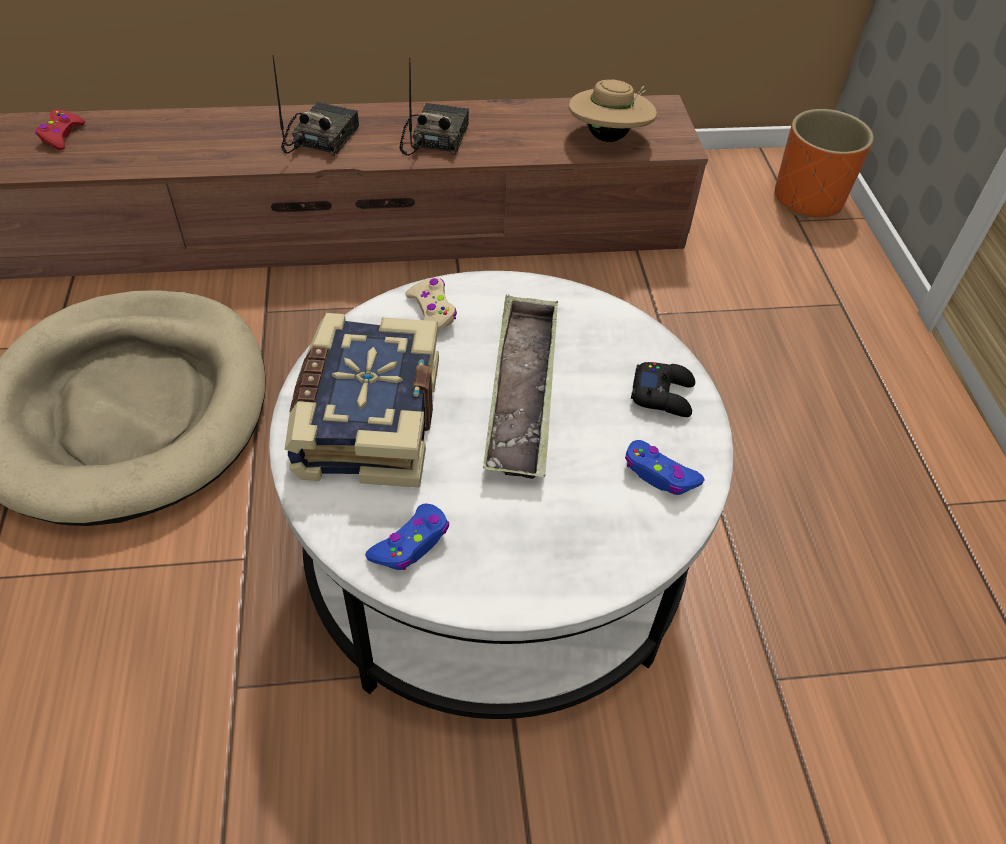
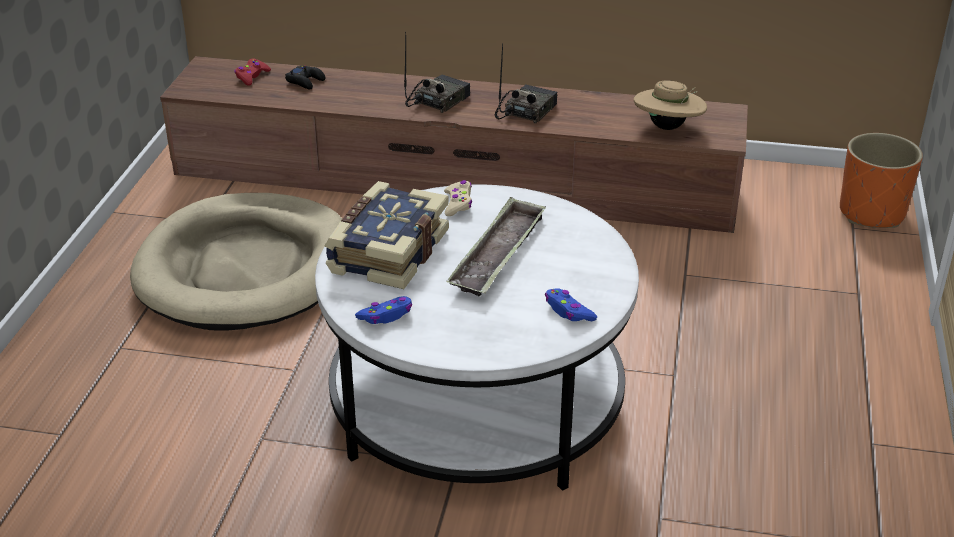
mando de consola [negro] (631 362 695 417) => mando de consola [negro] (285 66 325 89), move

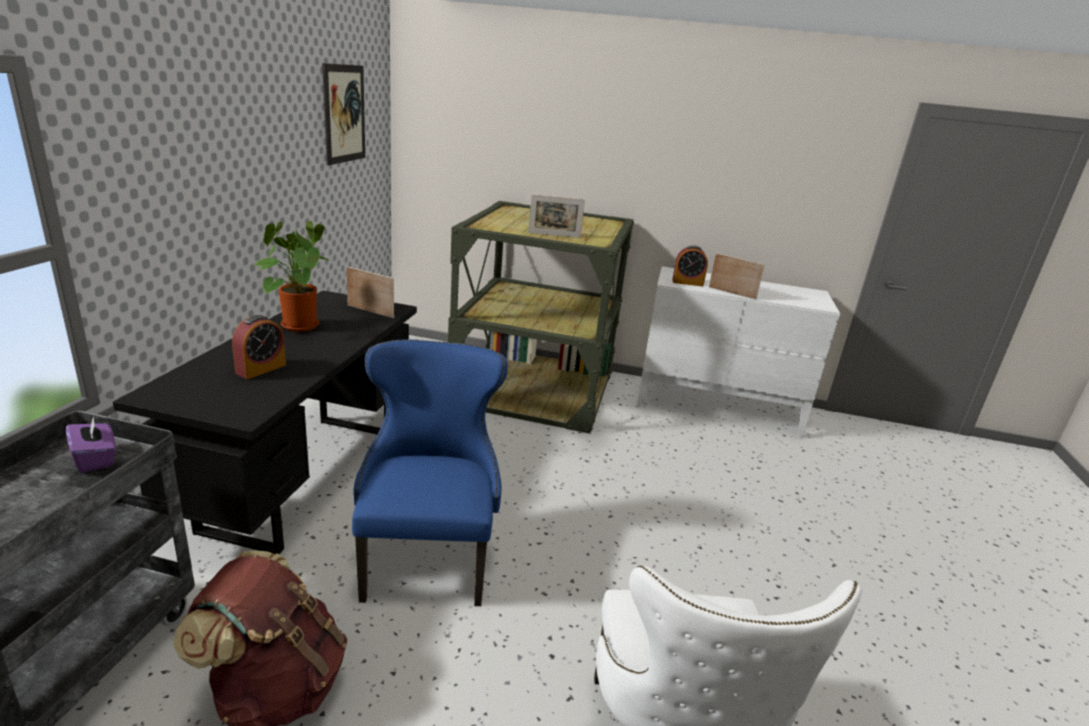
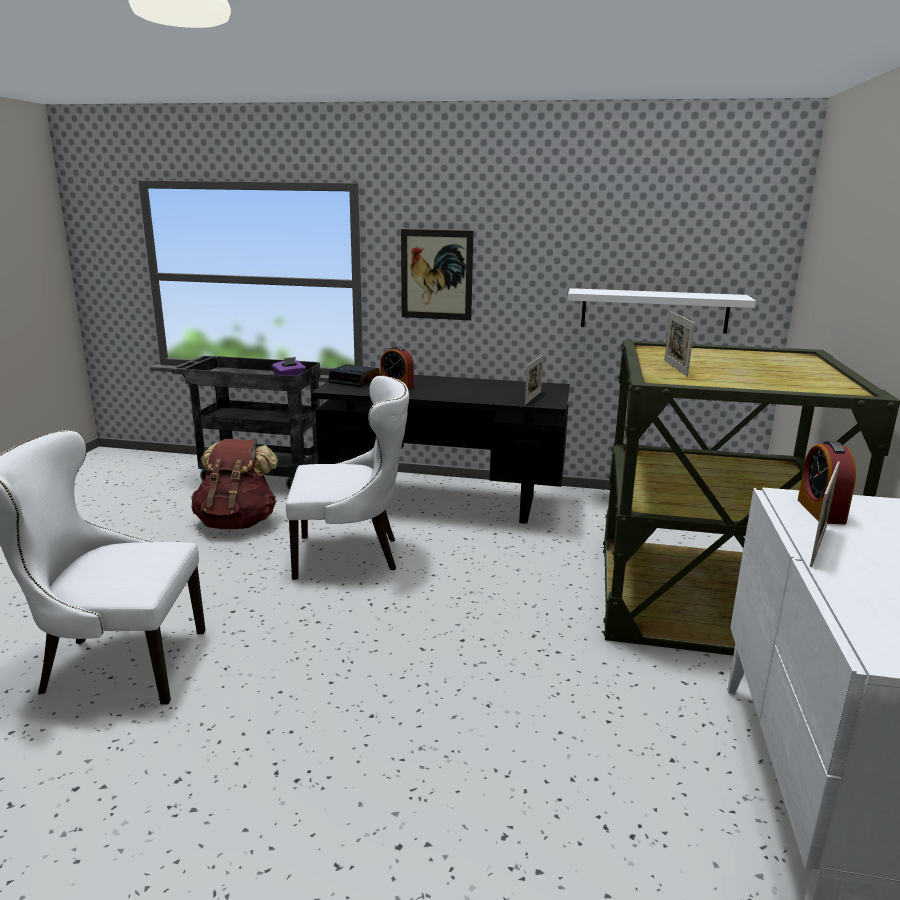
cuadro (322 63 365 165) => cuadro (401 229 473 320), move
planta en maceta (254 221 331 332) => nothing
silla [azul] (352 339 508 606) => silla [blanco] (286 375 409 580)
nothing => estante [blanco] (568 288 756 333)
nothing => despertador (328 364 379 387)

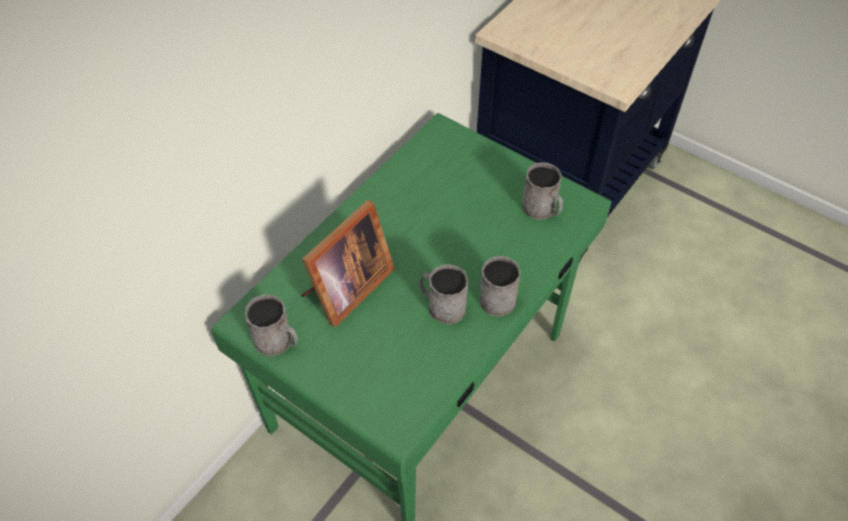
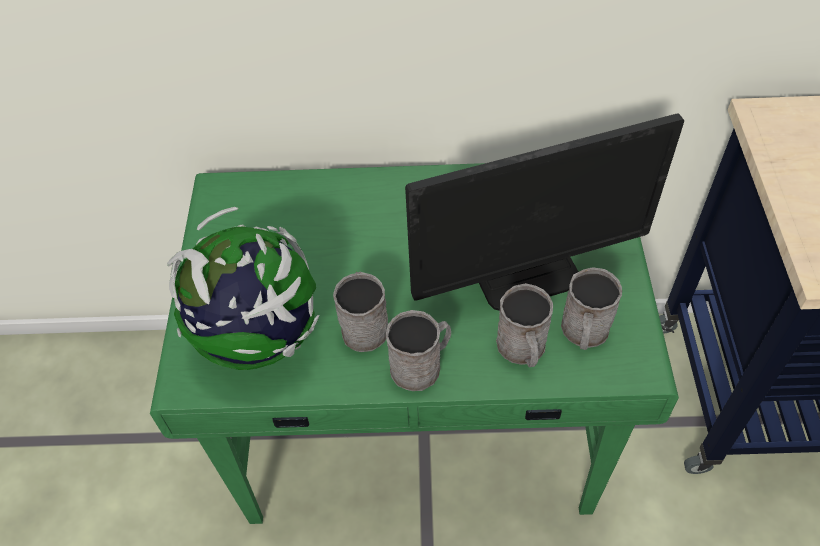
portarretratos (301 200 395 327) => nothing
taza grande [gris] (245 294 298 356) => taza grande [gris] (496 283 553 368), move
nothing => monitor (405 113 684 311)
nothing => globo terráqueo (167 207 319 370)

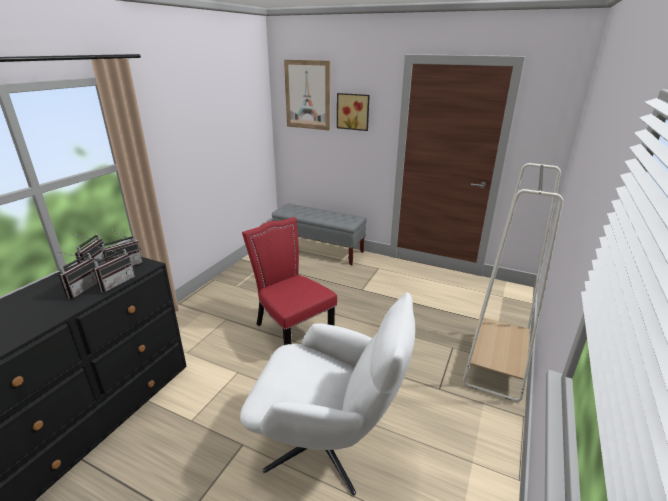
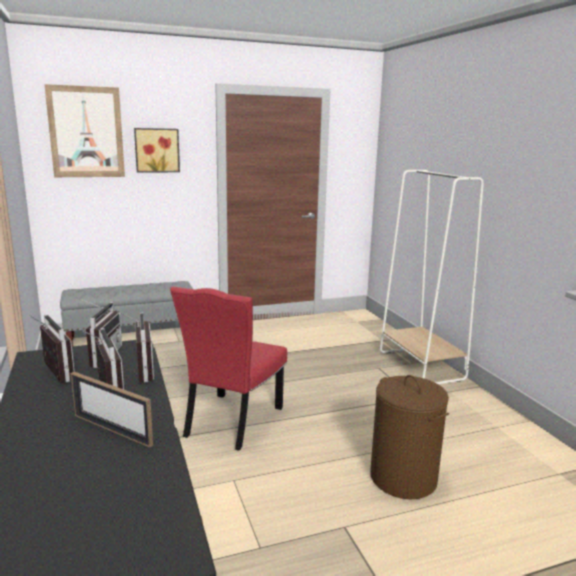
silla [rojo] (242 217 337 345) => silla [rojo] (170 287 287 451), 75 degrees counterclockwise
sillón [blanco] (240 292 415 496) => cesto de la ropa [marrón] (370 375 449 499)
nothing => portarretratos (71 372 153 448)

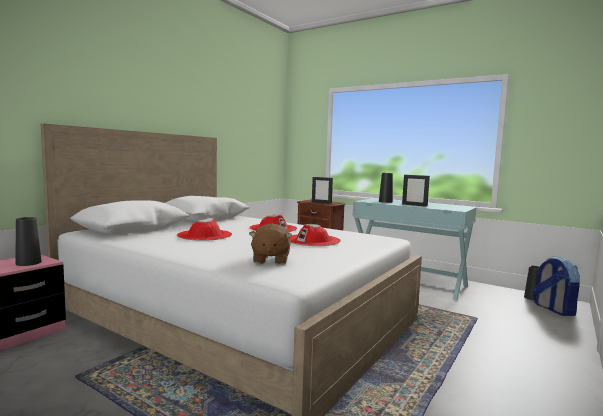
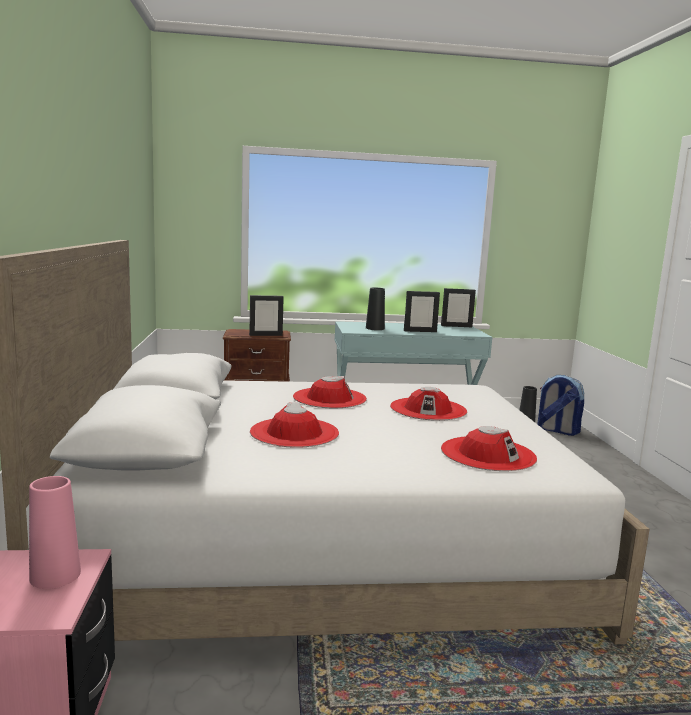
florero [negro] (15 217 42 266) => florero [rosa] (29 476 81 589)
peluche [marrón] (249 223 292 265) => sombrero [rojo] (441 426 537 471)
nothing => portarretratos (441 288 476 327)

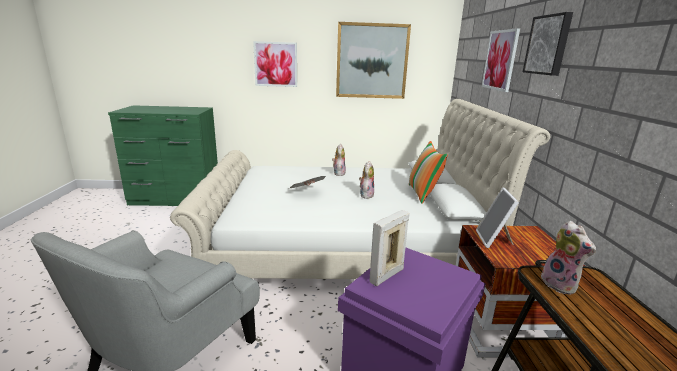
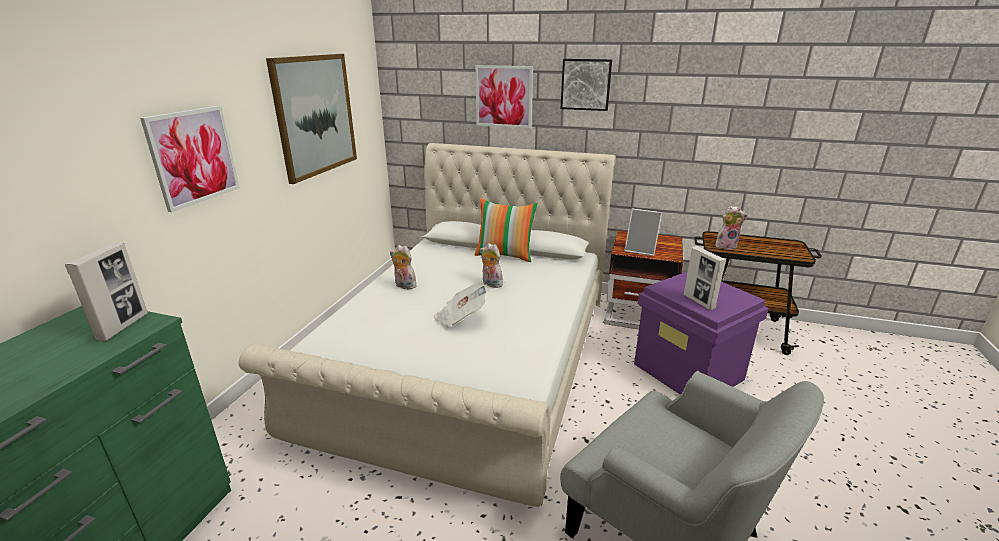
nothing => portarretratos (65 242 148 341)

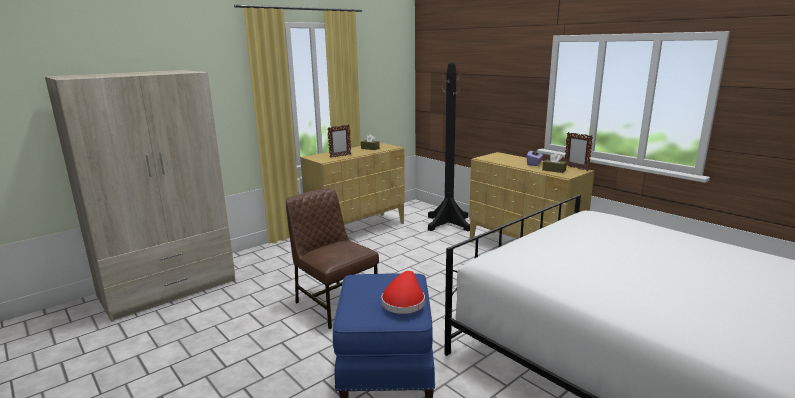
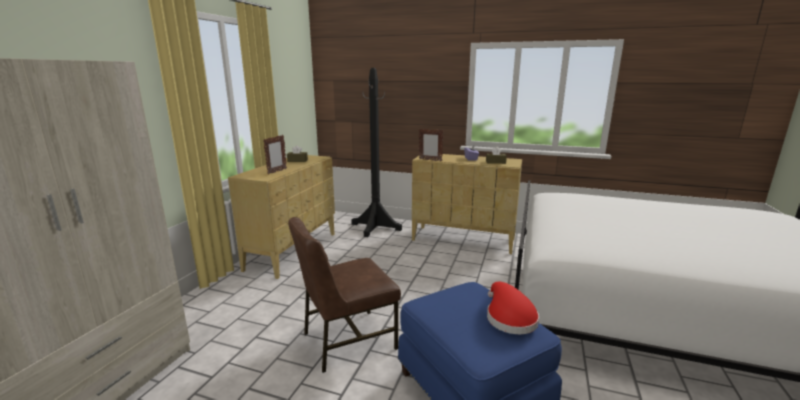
portarretratos (565 132 593 171) => portarretratos (419 129 443 161), move
silla [marrón] (286 188 379 329) => silla [marrón] (288 217 401 373), 45 degrees counterclockwise

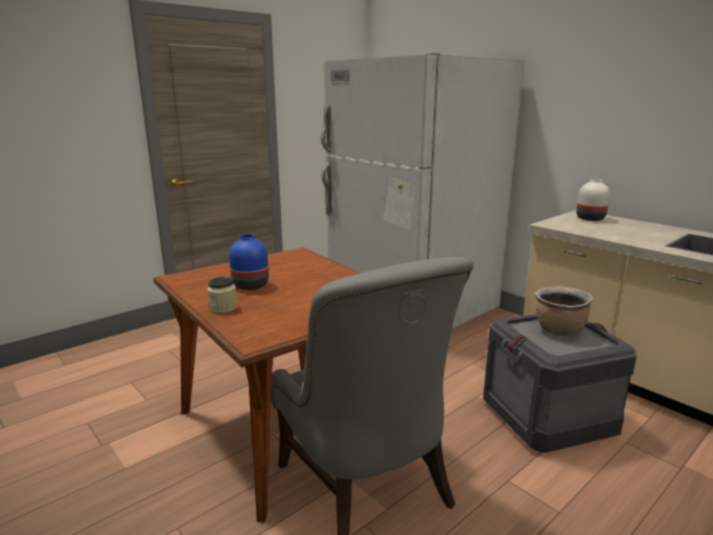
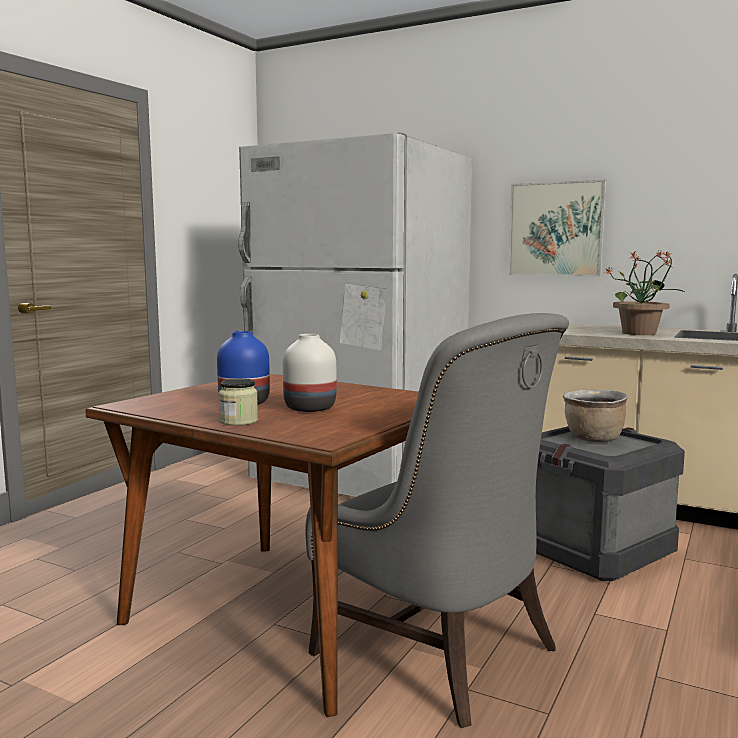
florero [blanco] (576 179 610 221) => florero [blanco] (283 334 336 412), move
nothing => cuadro (508 180 606 277)
nothing => planta en maceta (606 249 686 335)

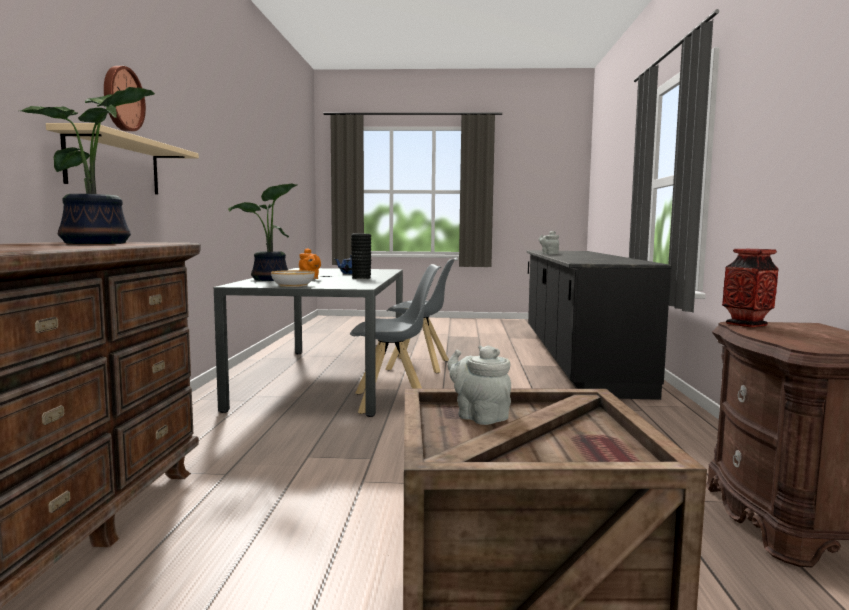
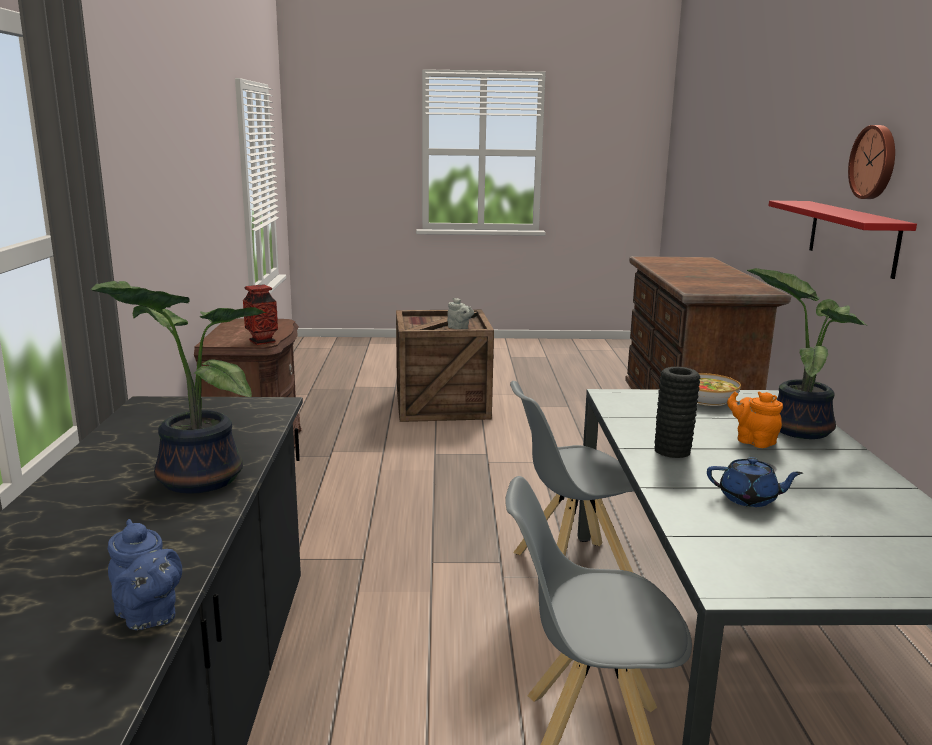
planta en maceta (21 87 155 244) => planta en maceta (91 281 266 493), move
estante [beis] (46 123 199 195) => estante [rojo] (768 201 917 279)
tetera [gris] (539 231 559 255) => tetera [azul] (108 519 182 630)

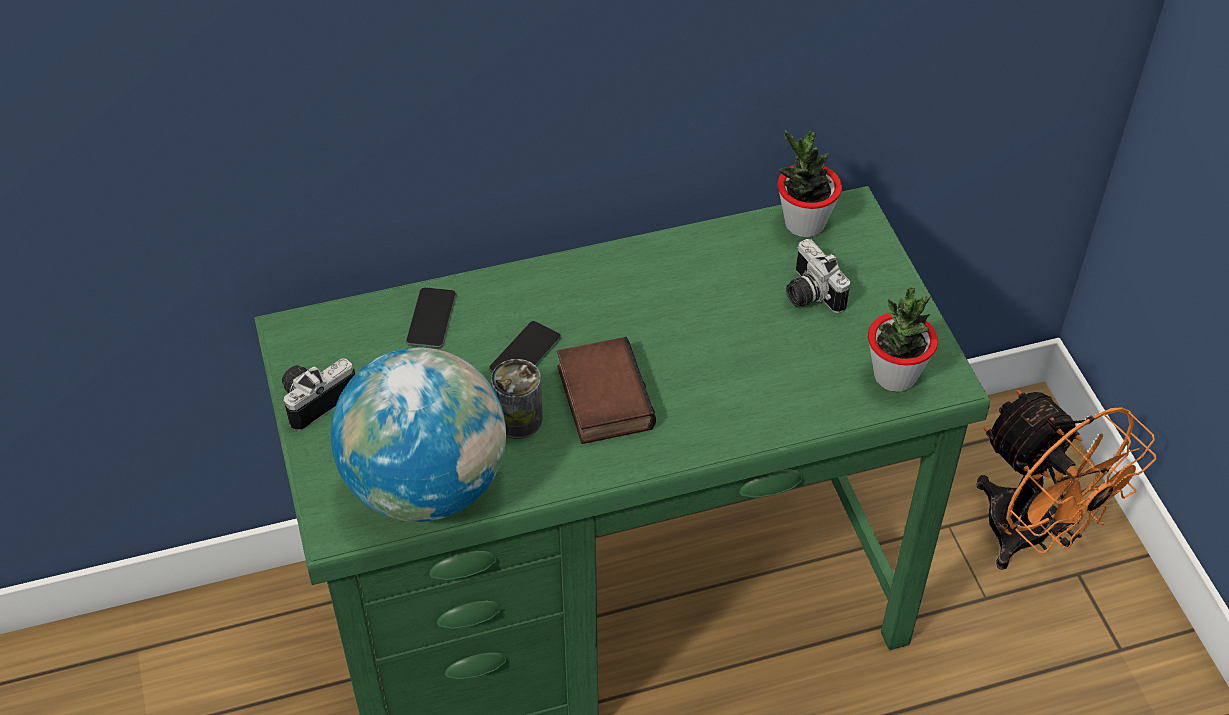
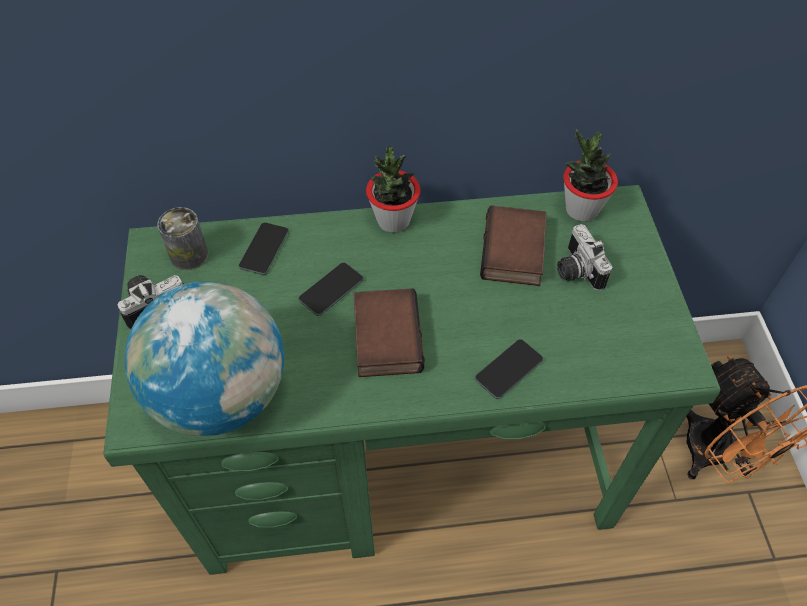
planta en maceta (868 288 938 392) => planta en maceta (366 147 421 233), move
lata (491 359 543 439) => lata (157 207 208 270), move
nothing => libro (480 205 547 286)
nothing => móvil (475 339 544 399)

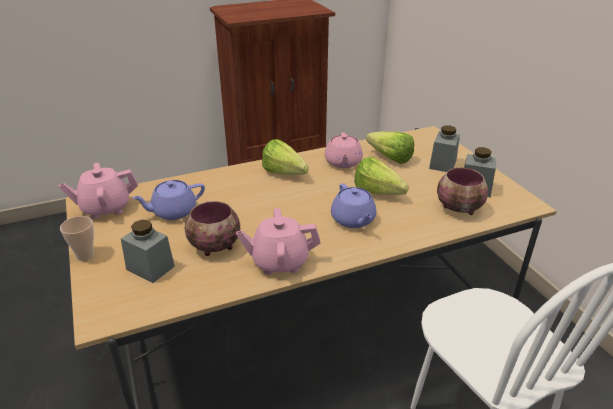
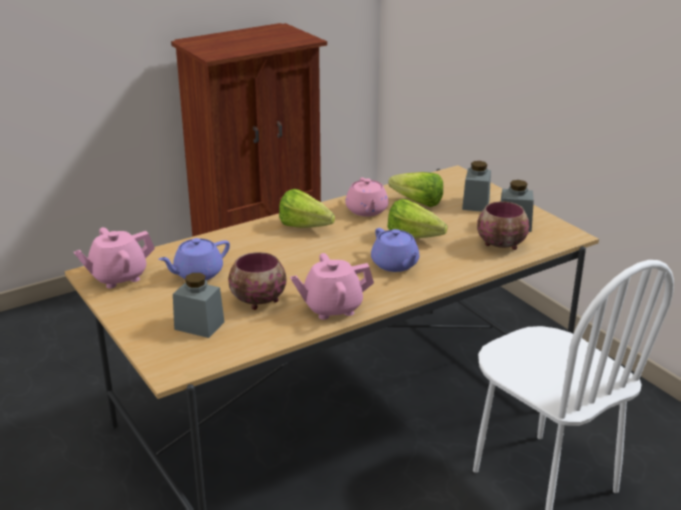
taza (60 216 94 261) => nothing

